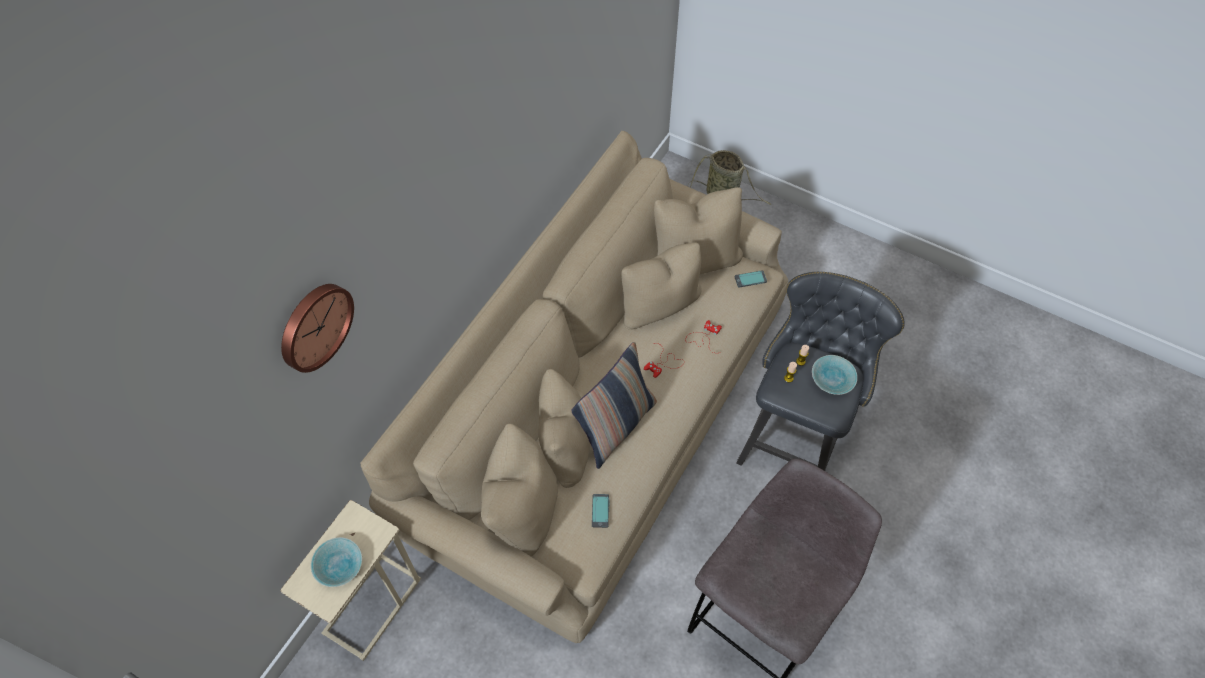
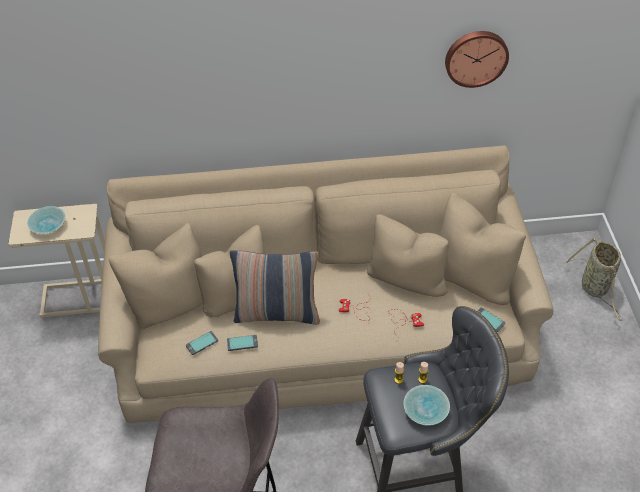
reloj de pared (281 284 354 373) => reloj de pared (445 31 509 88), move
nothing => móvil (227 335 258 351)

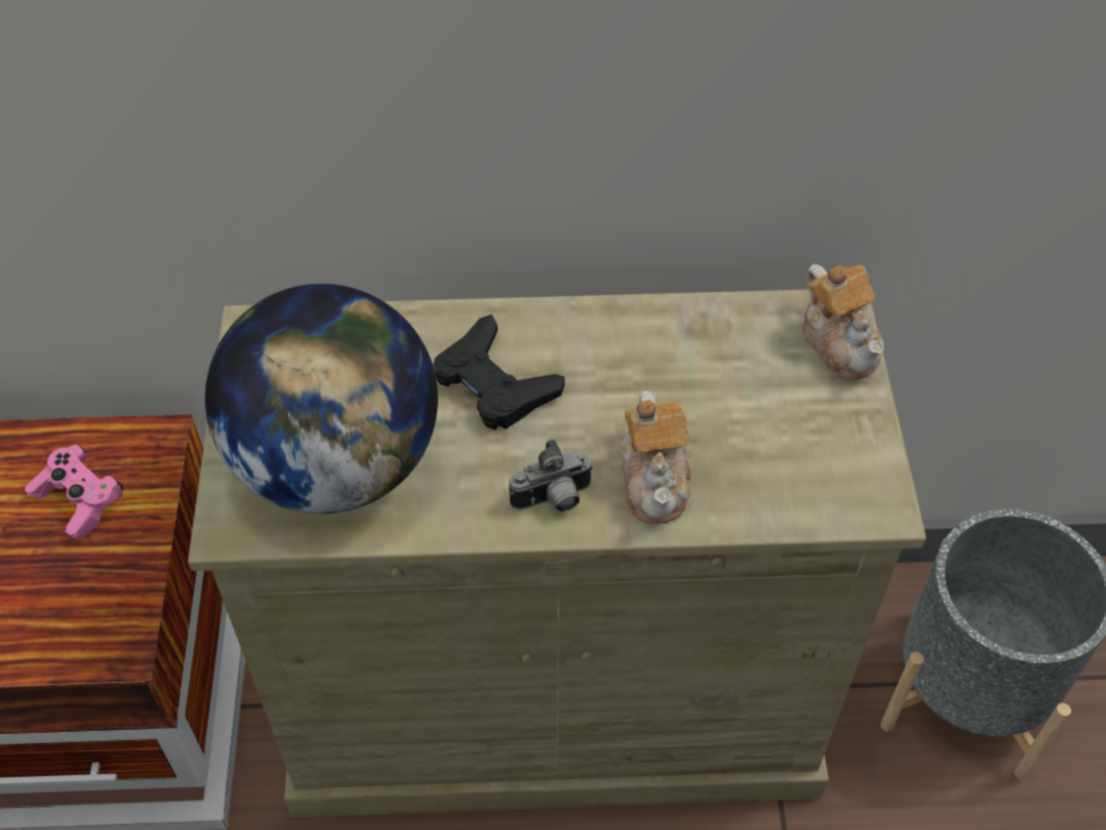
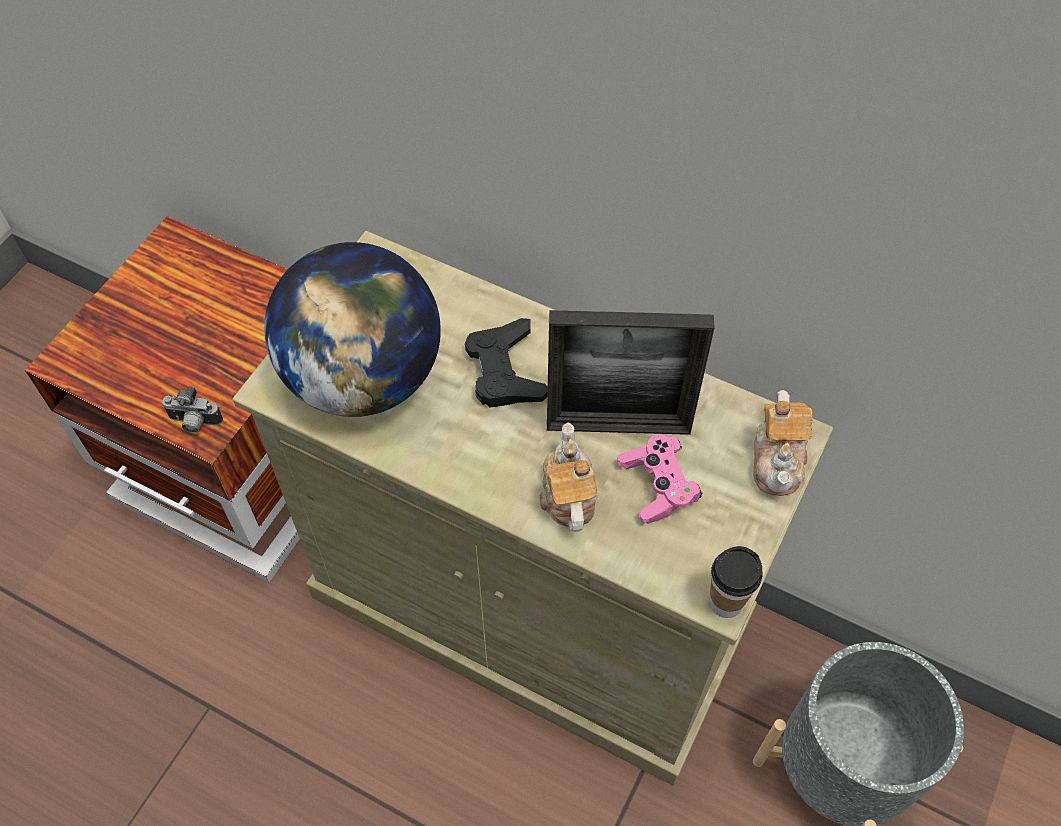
tetera (622 391 691 524) => tetera (540 422 597 532), 150 degrees clockwise
cámara (509 439 593 512) => cámara (162 386 223 433), move
mando de consola [rosa] (25 445 123 539) => mando de consola [rosa] (617 435 702 524), move
nothing => portarretratos (547 310 715 435)
nothing => taza (709 546 763 618)

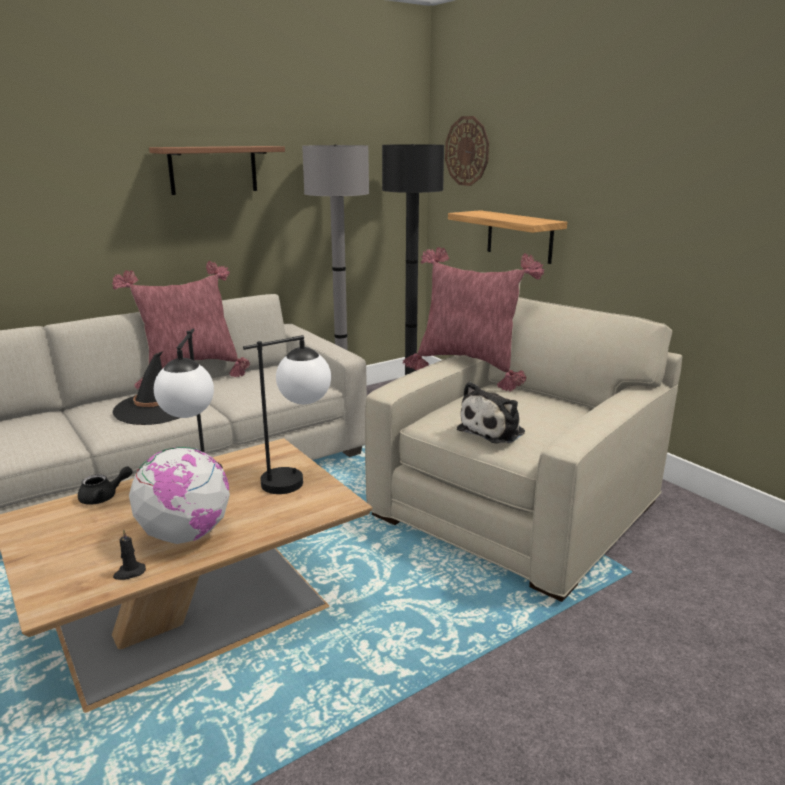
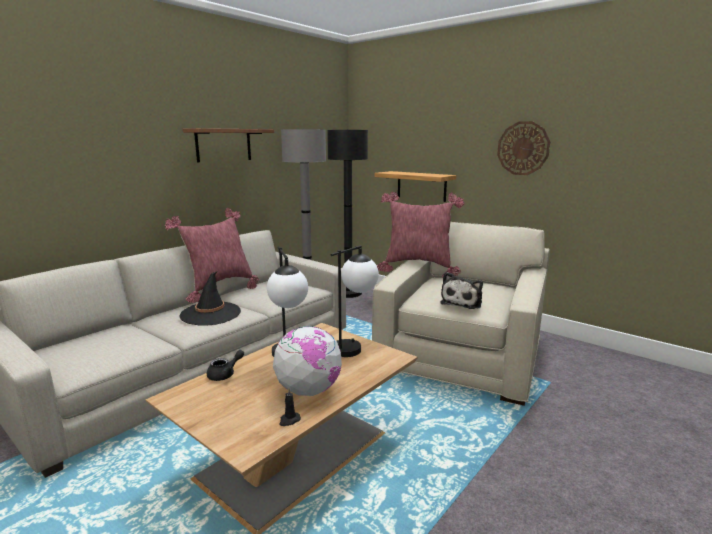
reloj de pared (445 116 489 186) => reloj de pared (497 121 550 175), move

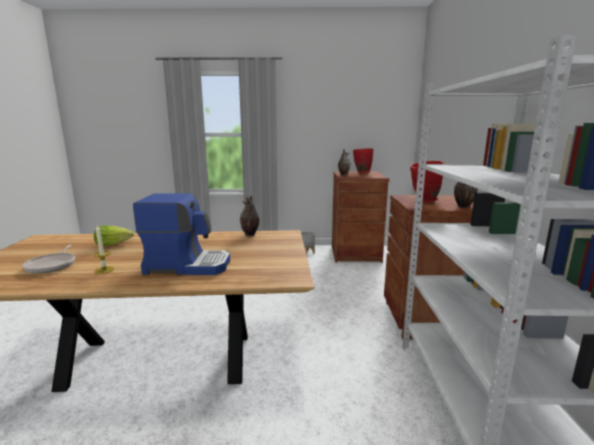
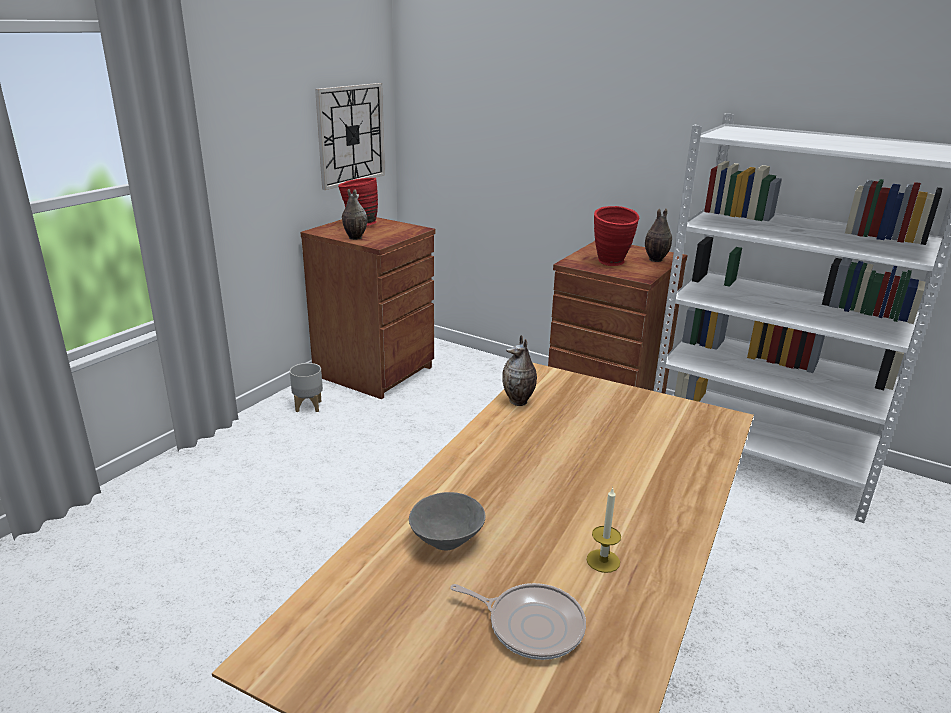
cafetera (133 193 230 275) => nothing
lechuga (94 225 134 246) => cuenco [gris] (409 492 485 551)
nothing => reloj de pared (315 83 385 190)

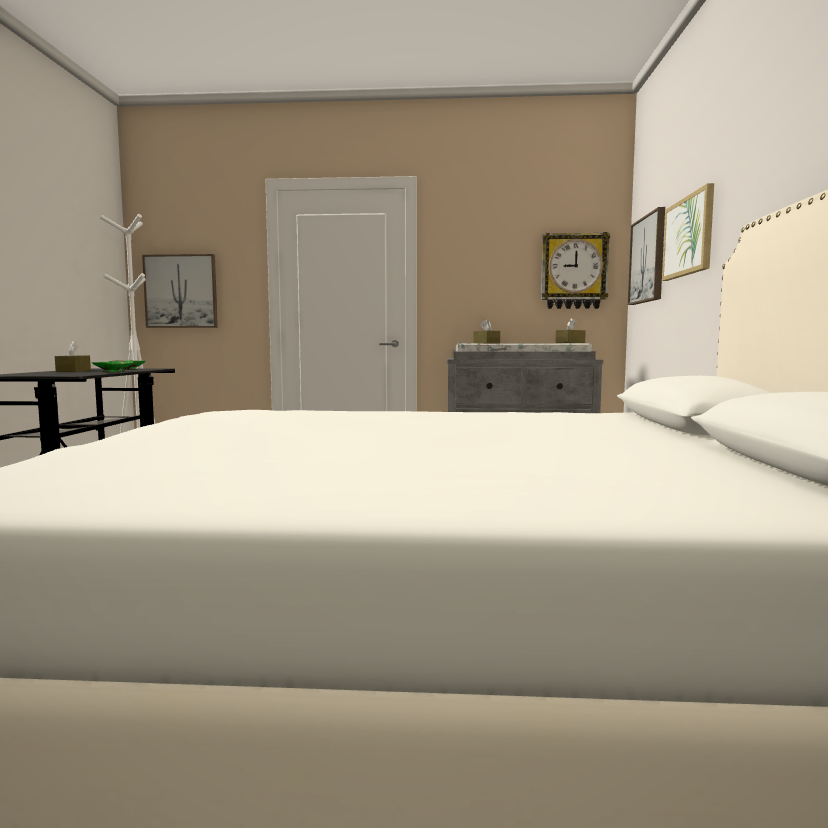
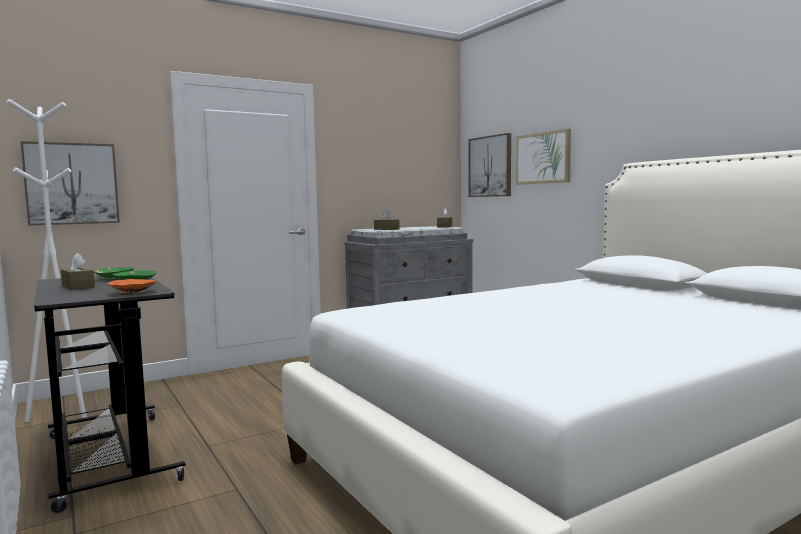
reloj de pared (541 232 610 309) => nothing
nothing => cuenco [naranja] (107 279 157 295)

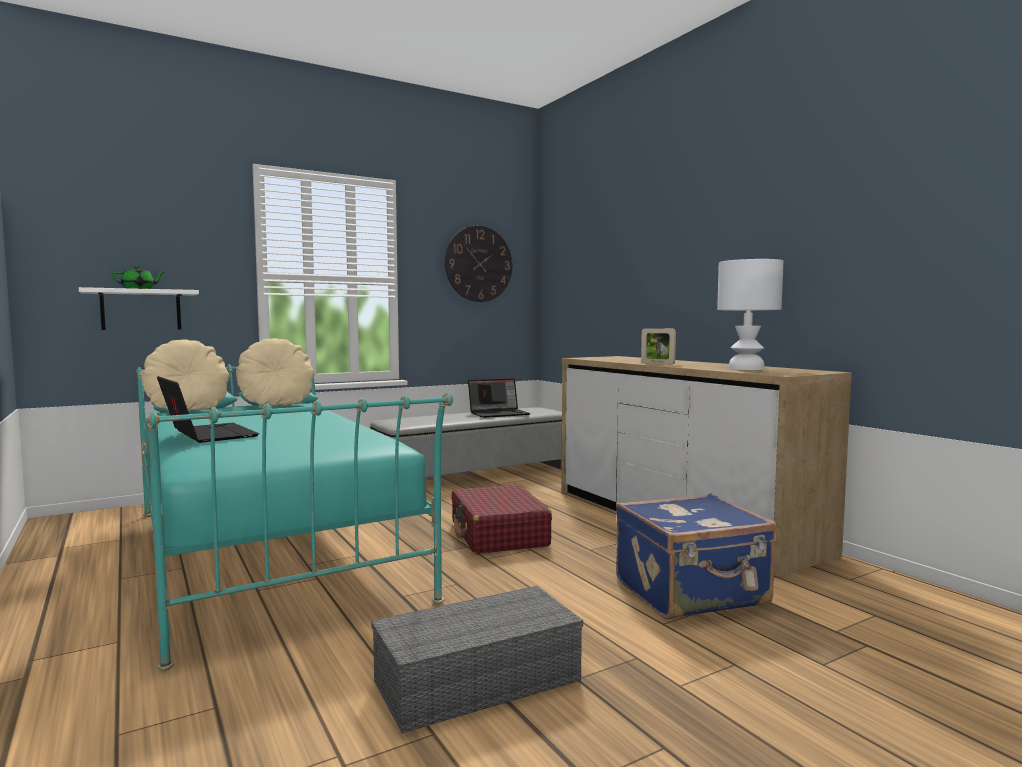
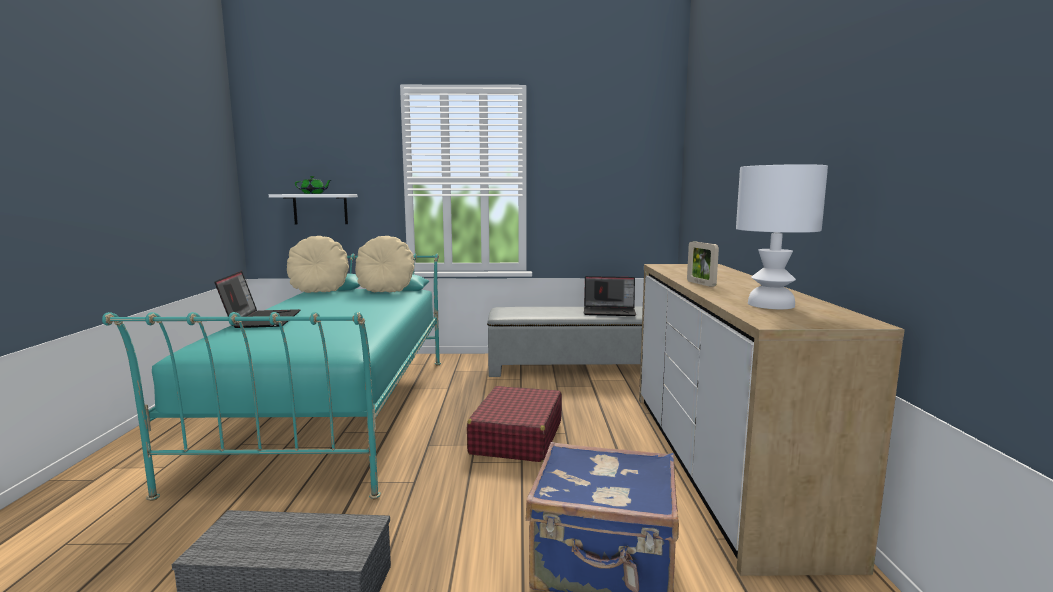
reloj de pared (445 226 512 302) => nothing

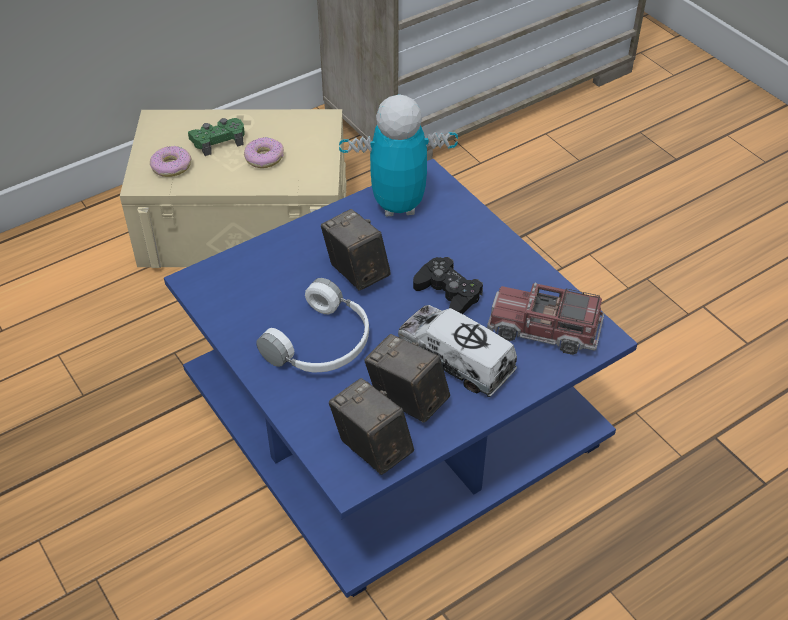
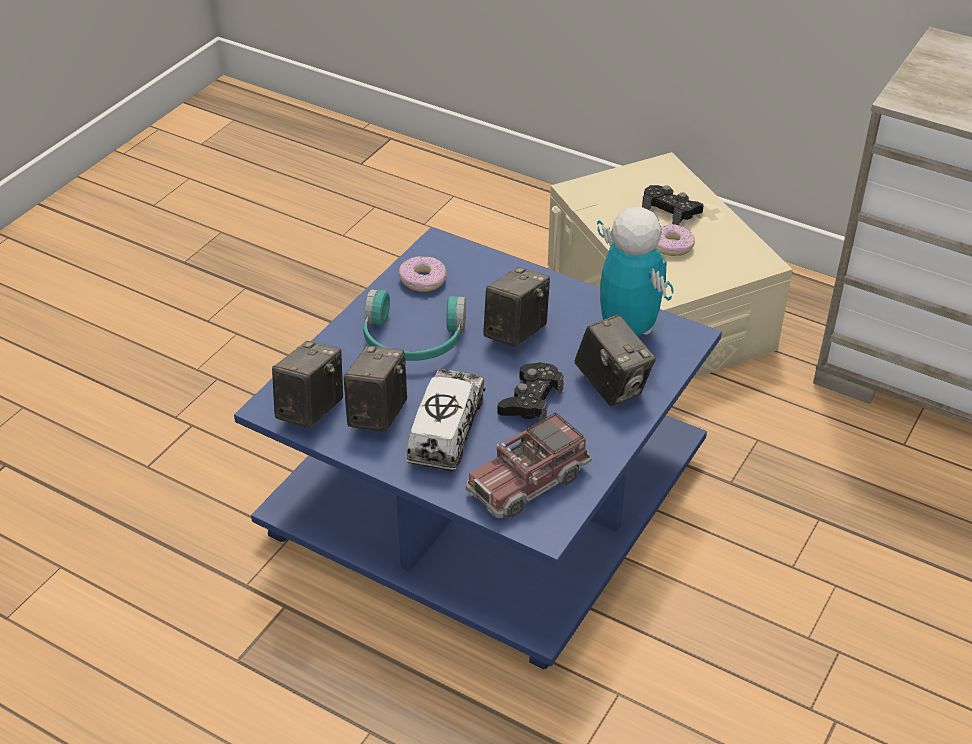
mando de consola [verde] (188 118 245 156) => mando de consola [negro] (642 185 704 225)
rosquilla (150 146 191 177) => rosquilla (398 256 447 292), move
auriculares [blanco] (256 278 369 372) => auriculares [turquesa] (363 289 466 361)
camión de juguete (487 283 604 355) => camión de juguete (466 412 592 518), 120 degrees counterclockwise
nothing => cámara (574 314 656 406)

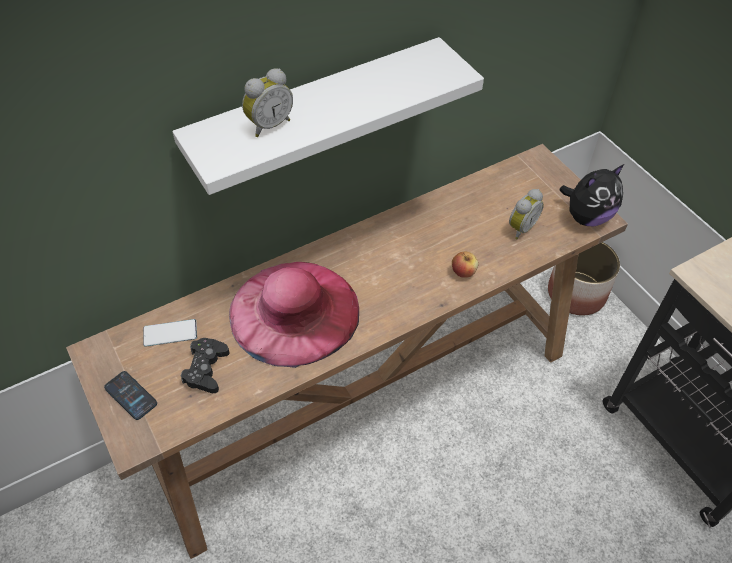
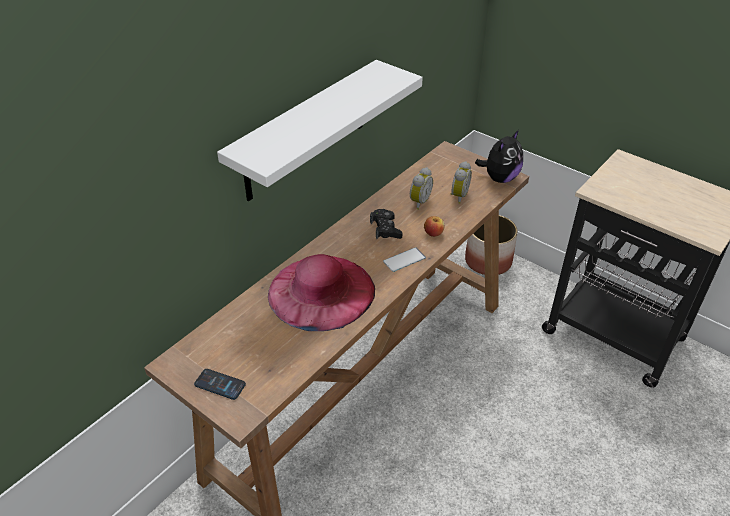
despertador (242 68 293 137) => despertador (410 167 433 210), move
móvil (143 319 197 347) => móvil (383 247 426 272), move
mando de consola [negro] (181 338 230 393) => mando de consola [negro] (370 209 402 239), move

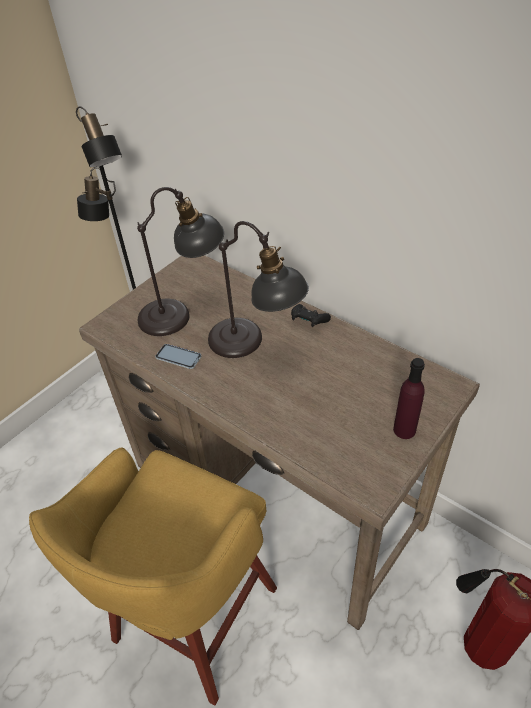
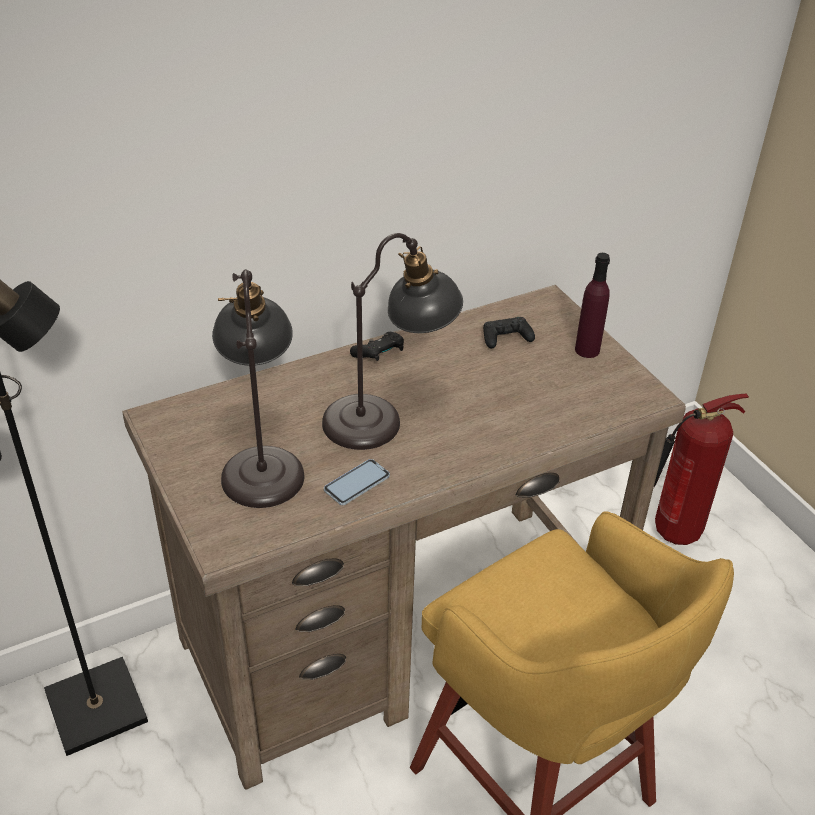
nothing => mando de consola [negro] (483 317 535 349)

